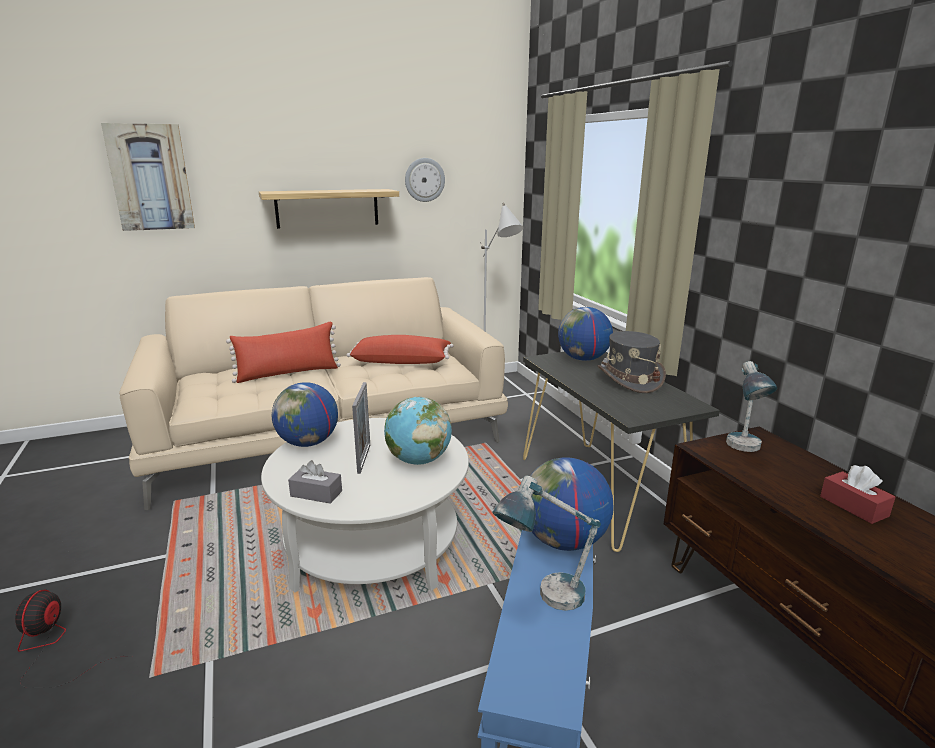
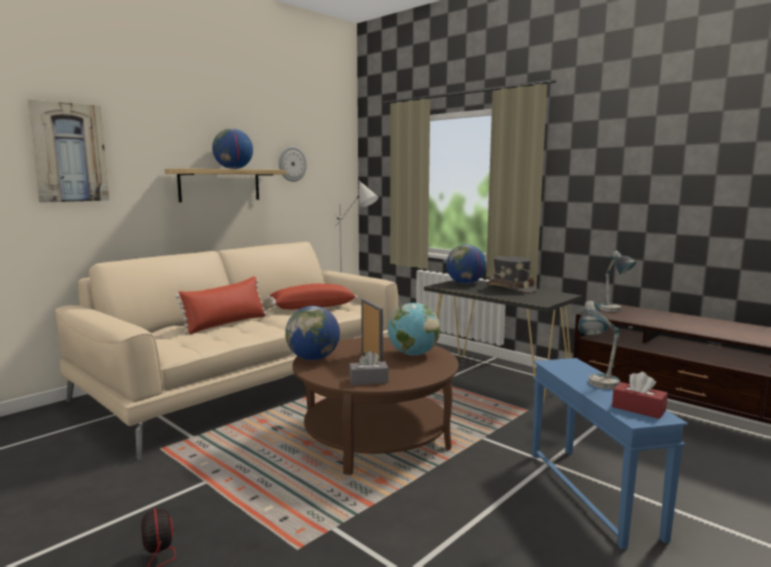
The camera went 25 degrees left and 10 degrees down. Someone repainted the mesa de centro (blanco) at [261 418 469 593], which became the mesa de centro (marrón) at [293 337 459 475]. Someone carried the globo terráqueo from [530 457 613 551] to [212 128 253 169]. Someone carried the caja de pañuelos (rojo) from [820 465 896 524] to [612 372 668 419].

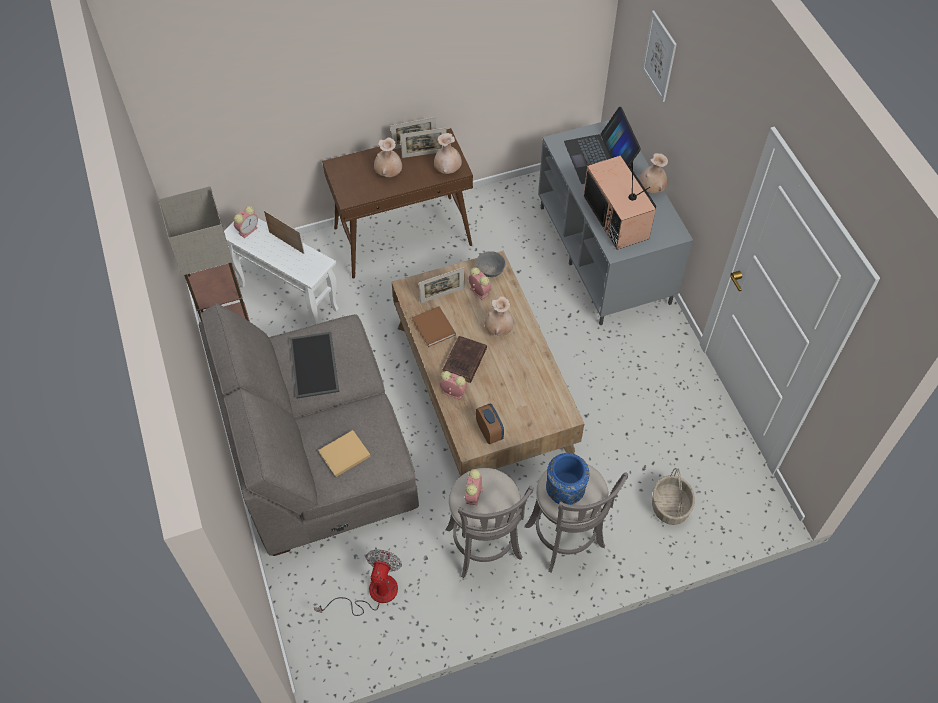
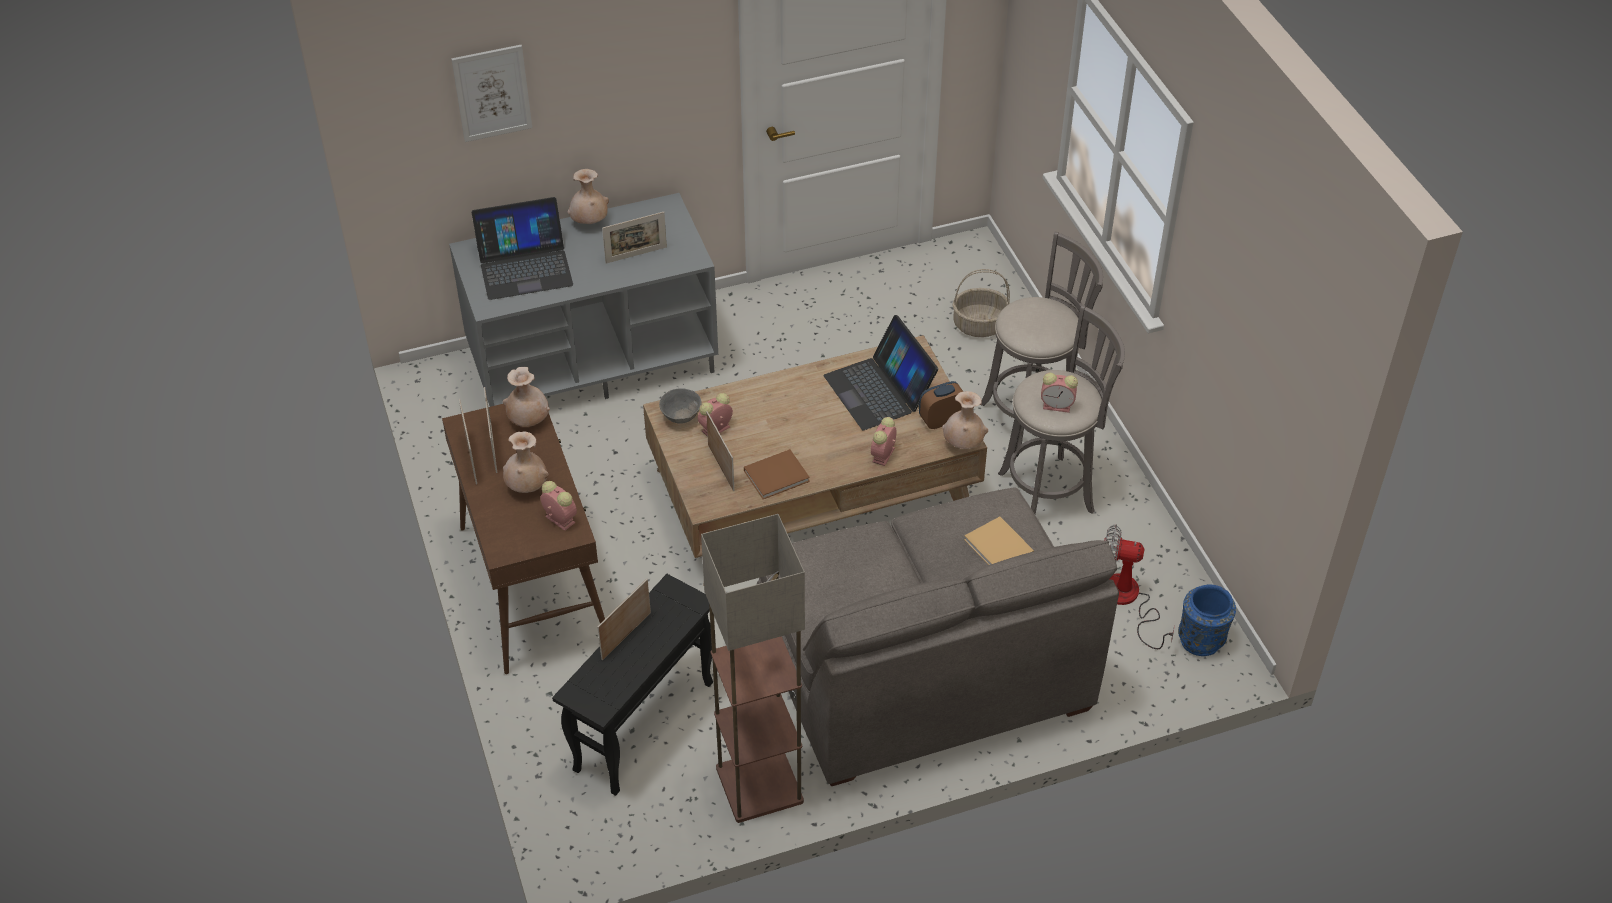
The camera went 90 degrees left and 10 degrees down. Someone swapped the televisor at [583 156 656 250] for the portarretratos at [602 212 667 264]. Someone carried the despertador from [234 206 258 238] to [540 481 577 531]. Someone repainted the mesa auxiliar (blanco) at [224 218 339 325], which became the mesa auxiliar (negro) at [552 574 713 796]. Someone carried the florero (beis) from [484 296 514 336] to [942 391 988 449]. Someone took away the bandeja at [290 332 339 399]. Someone took away the libro (marrón) at [442 336 487 383]. Someone carried the florero (azul) from [546 453 589 505] to [1178 585 1236 656]. Someone put down the portátil at [824 315 938 430].

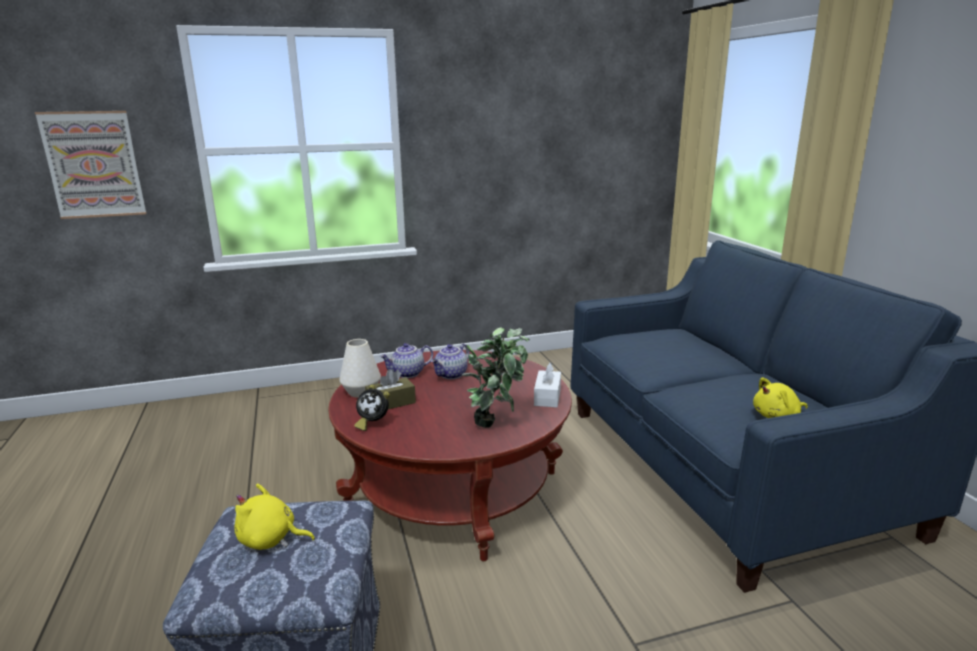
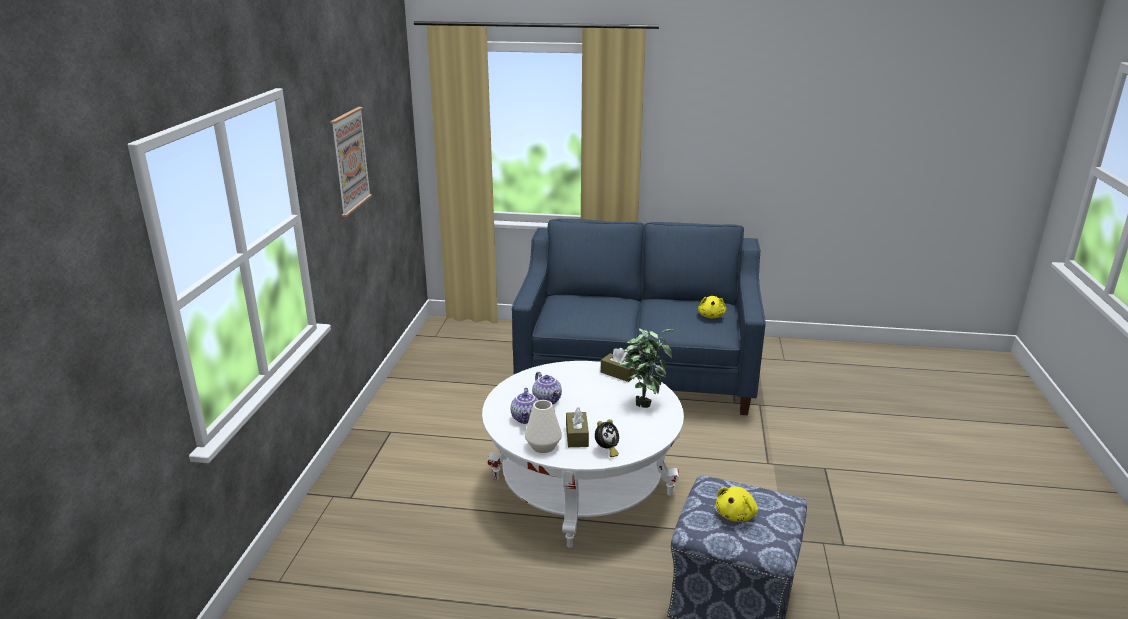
The camera went 65 degrees left and 5 degrees up. Someone carried the cuadro from [35 111 147 219] to [330 107 372 217]. Someone repainted the mesa de centro (rojo) at [328 350 572 561], which became the mesa de centro (blanco) at [482 361 684 548]. Someone repainted the caja de pañuelos (blanco) at [534 363 561 408], which became the caja de pañuelos (marrón) at [601 348 638 382].

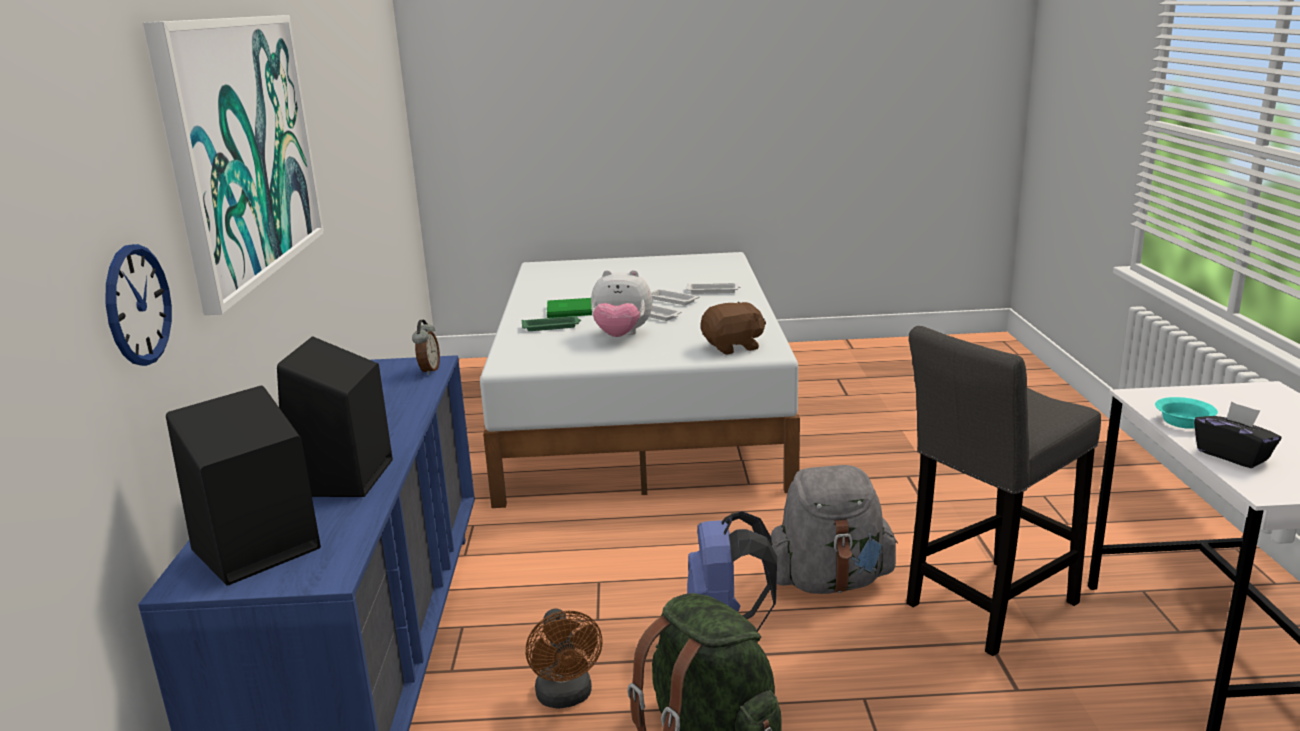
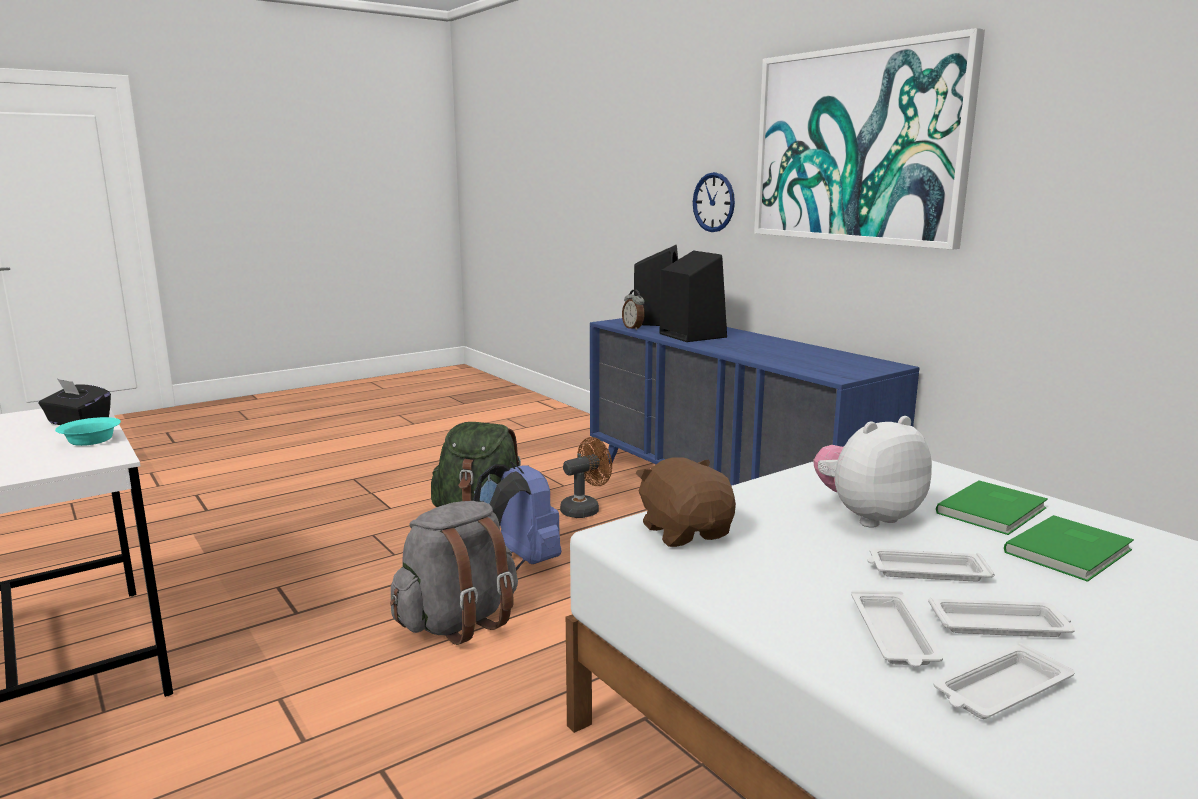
The camera went 145 degrees right and 5 degrees down. Someone rotated the peluche (marrón) at [701 301 766 355] by 120 degrees clockwise. Someone swapped the bandeja (verde) at [522 316 581 331] for the libro (verde) at [936 480 1048 535]. Someone carried the despertador from [412 320 440 375] to [622 290 645 330]. Someone took away the taburete (gris) at [906 326 1101 656]. Someone rotated the ventilador (marrón) at [526 608 603 709] by 105 degrees clockwise. Someone put down the bandeja (blanco) at [851 590 943 667].

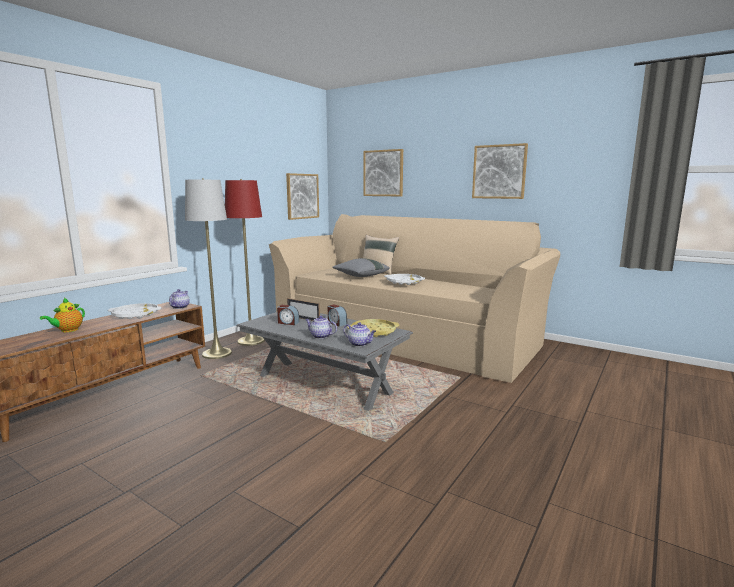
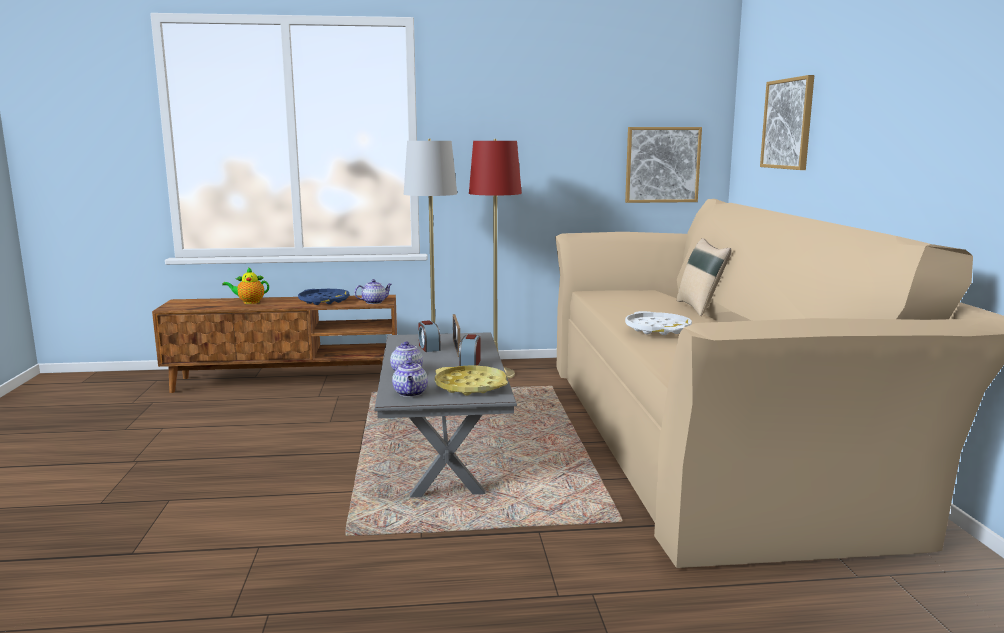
The camera went 50 degrees right and 0 degrees up. Someone took away the cuadro at [472 143 528 199]. Someone took away the cojín (gris) at [332 258 390 277]. Someone repainted the bandeja (blanco) at [108 303 162 319], which became the bandeja (azul) at [298 289 349 305].

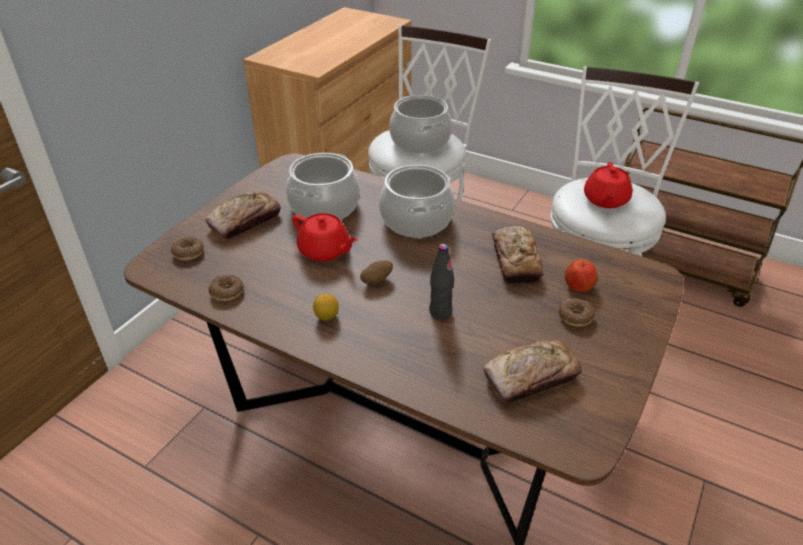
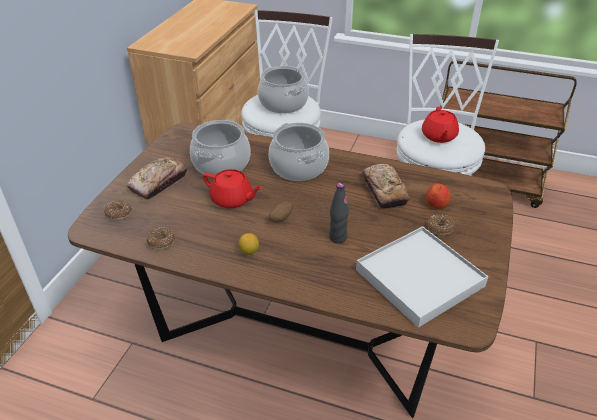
The camera went 10 degrees left and 0 degrees up. Someone swapped the pan at [483 340 582 403] for the bandeja (blanco) at [356 226 488 328].

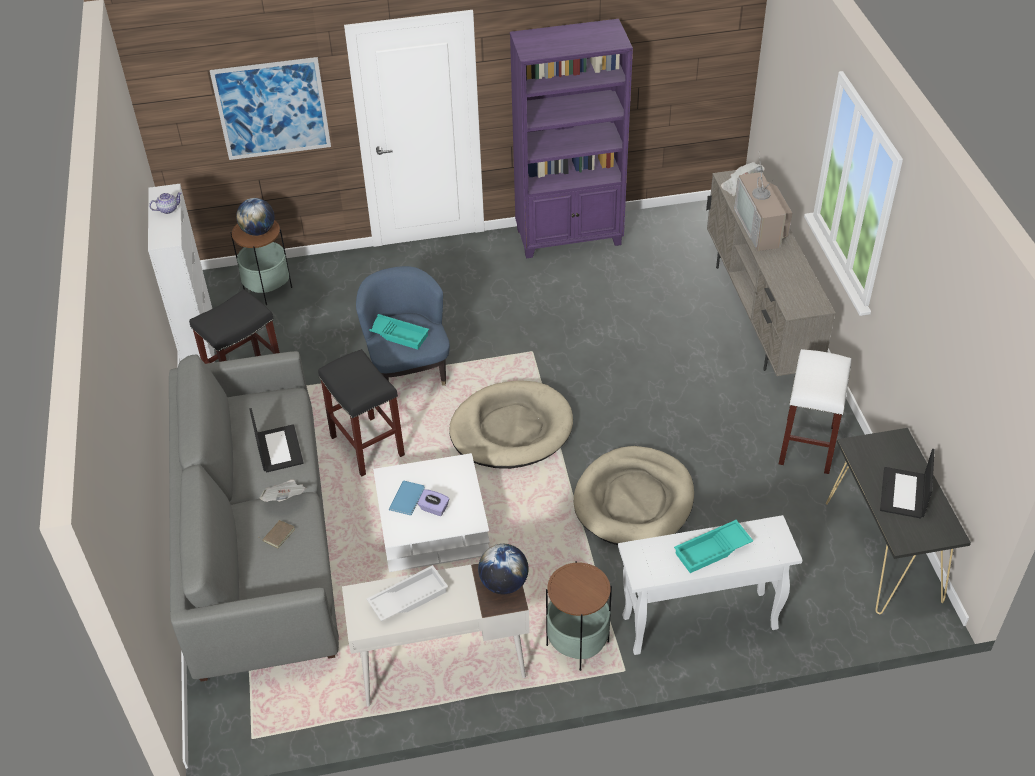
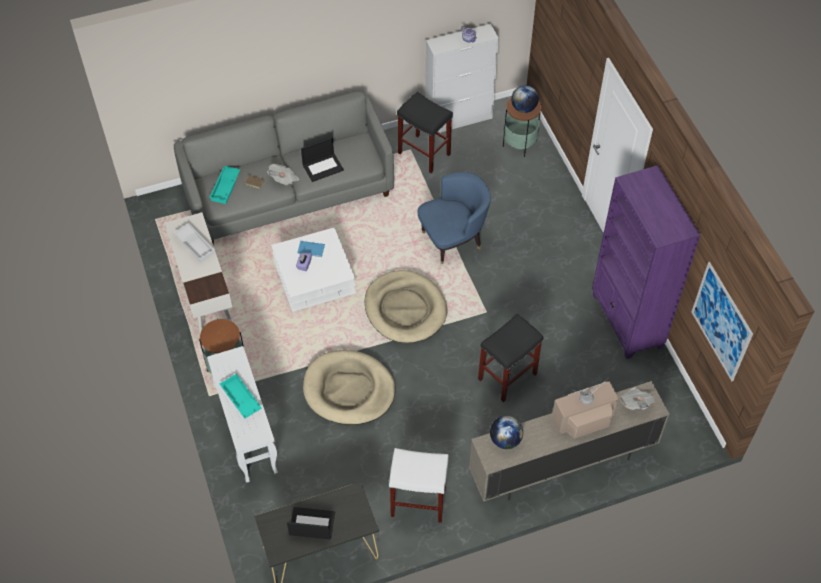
The camera went 80 degrees right and 10 degrees up. Someone carried the cuadro from [210 57 331 160] to [692 262 753 381]. Someone carried the bandeja (turquesa) from [369 314 429 350] to [209 166 241 204]. Someone carried the taburete (negro) from [318 349 405 476] to [478 314 543 402]. Someone carried the globo terráqueo from [478 544 529 594] to [490 416 523 449].

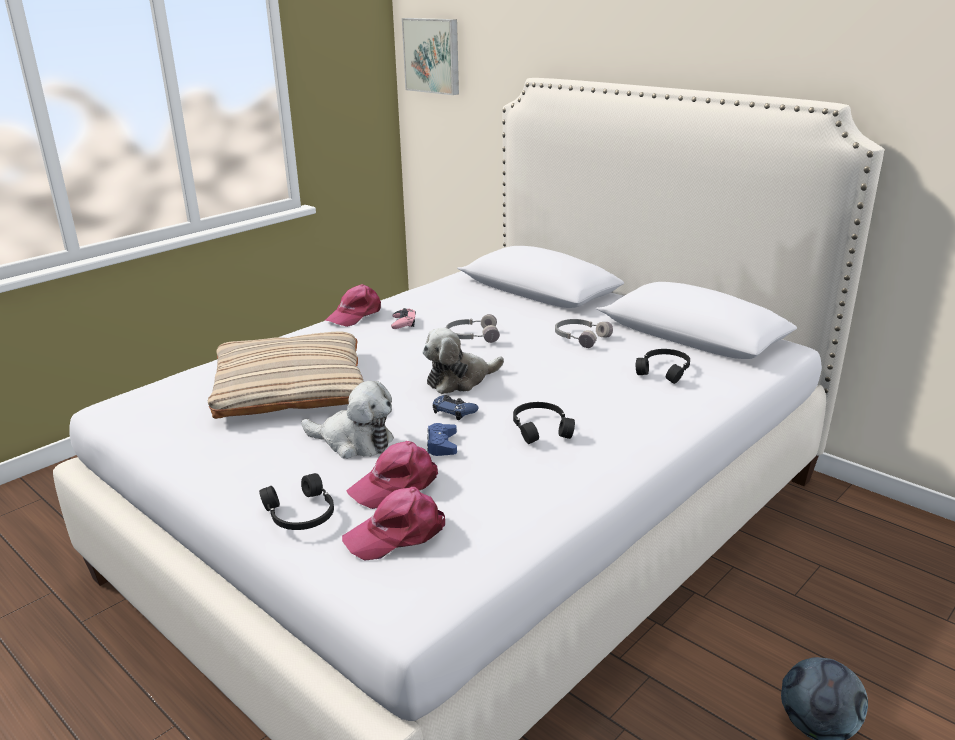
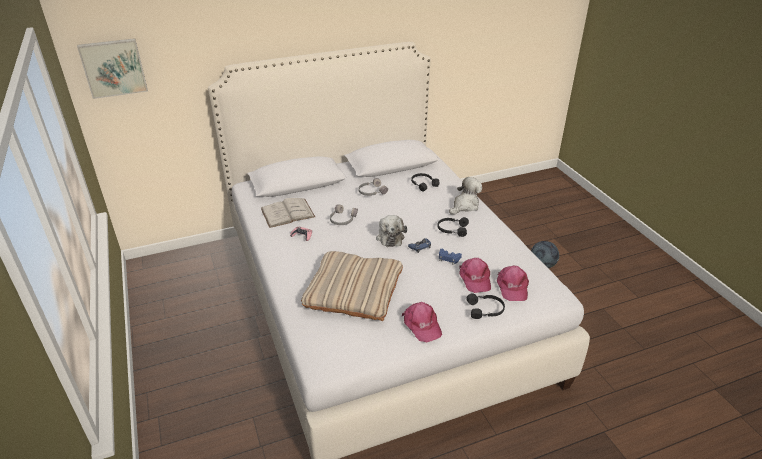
The camera went 65 degrees left and 10 degrees up. Someone carried the gorra (rosa) from [325 284 381 327] to [402 302 442 342]. Someone carried the peluche from [301 381 394 459] to [449 177 482 215]. Someone put down the libro (blanco) at [261 198 315 228].

